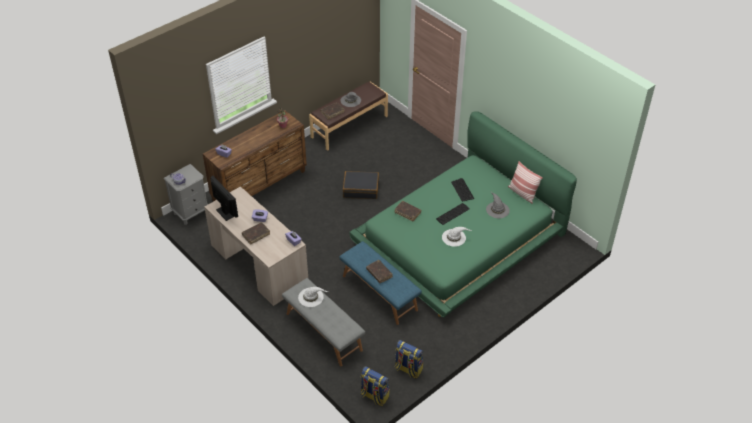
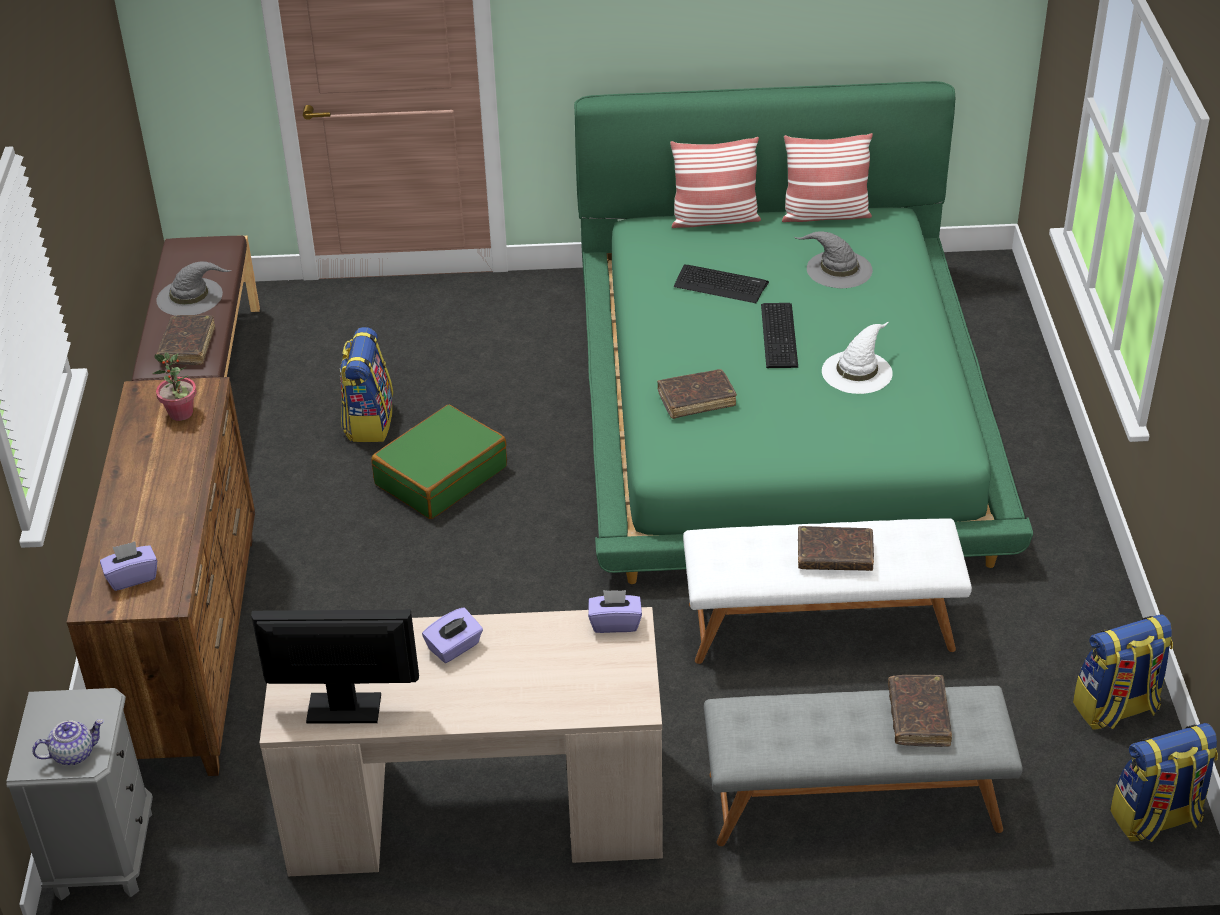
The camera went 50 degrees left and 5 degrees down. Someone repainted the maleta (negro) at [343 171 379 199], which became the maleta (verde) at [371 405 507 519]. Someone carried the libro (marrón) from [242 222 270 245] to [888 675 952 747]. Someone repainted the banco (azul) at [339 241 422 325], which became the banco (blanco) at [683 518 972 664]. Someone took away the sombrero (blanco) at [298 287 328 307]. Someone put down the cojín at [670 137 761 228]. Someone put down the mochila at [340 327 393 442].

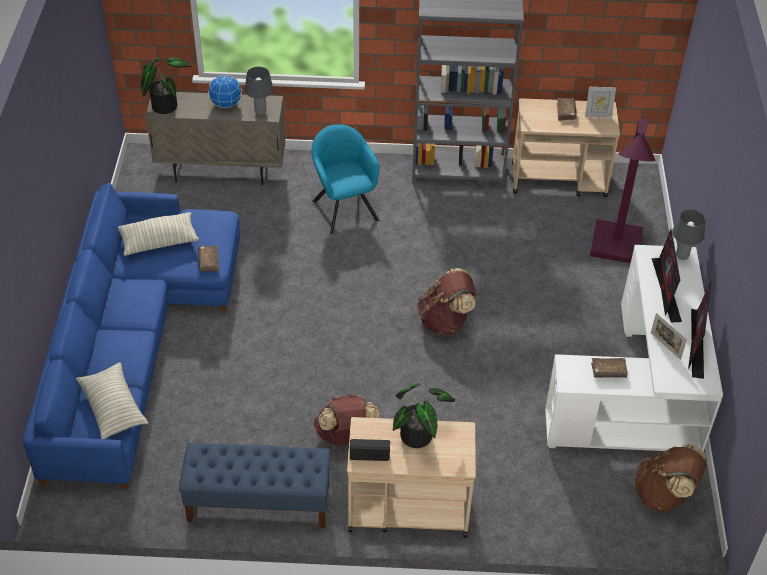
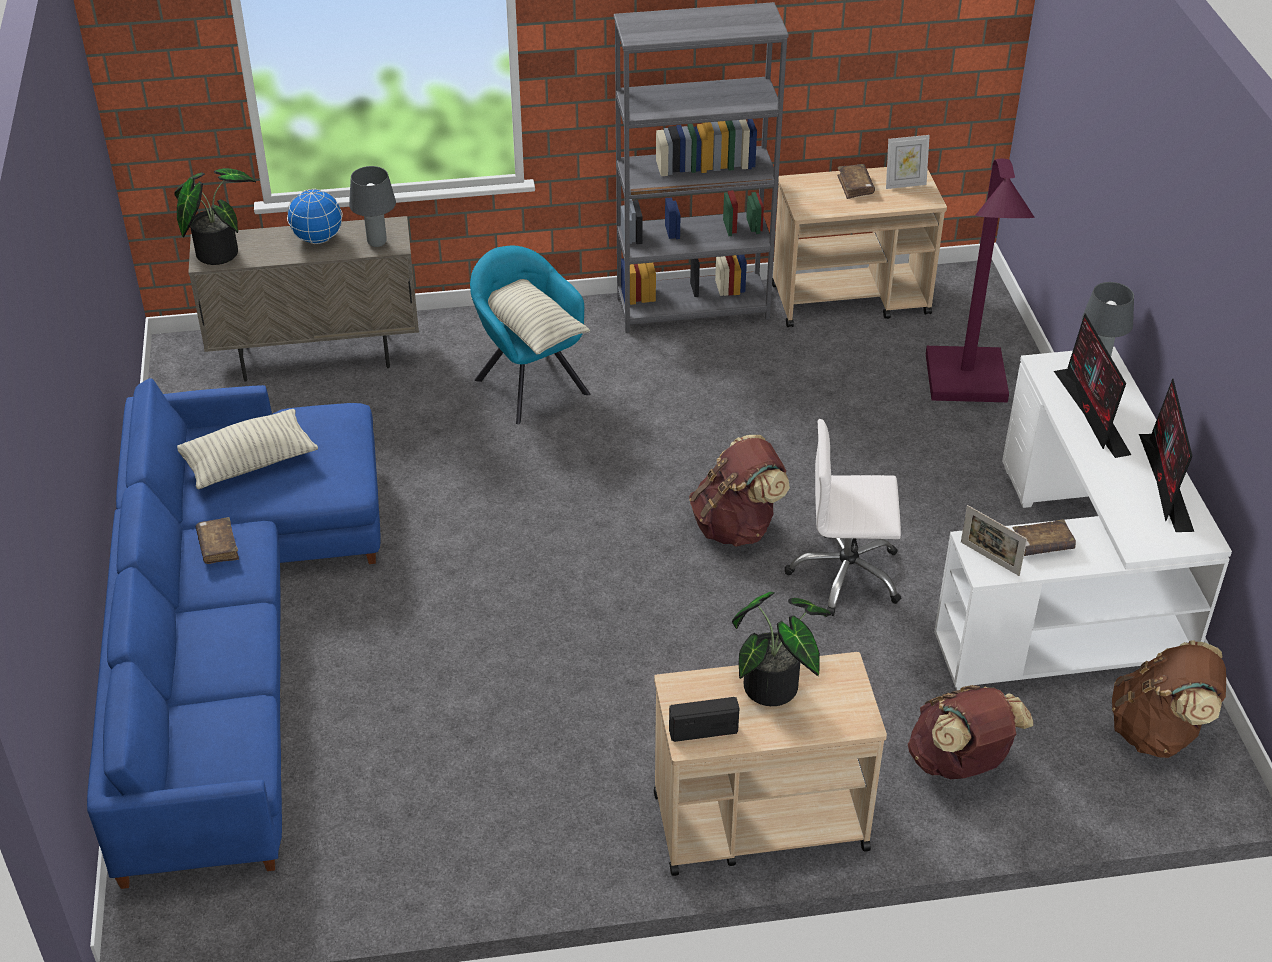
The camera went 10 degrees left and 5 degrees down. Someone carried the libro (marrón) from [198 246 219 272] to [196 517 239 564]. Someone carried the portarretratos from [651 313 687 360] to [961 505 1027 576]. Someone carried the cojín from [76 362 148 439] to [471 279 590 354]. Someone carried the mochila (marrón) from [314 394 380 446] to [908 685 1033 779]. Someone took away the banco (azul) at [179 443 331 529]. Someone put down the silla de oficina (blanco) at [785 419 901 616].

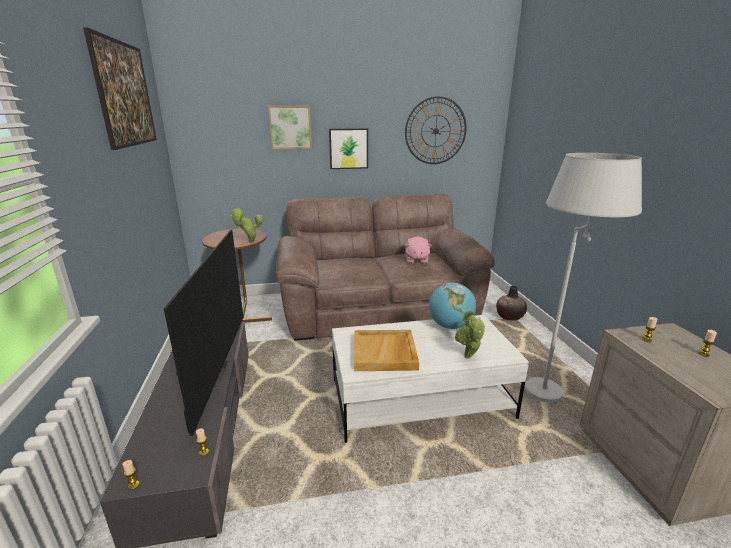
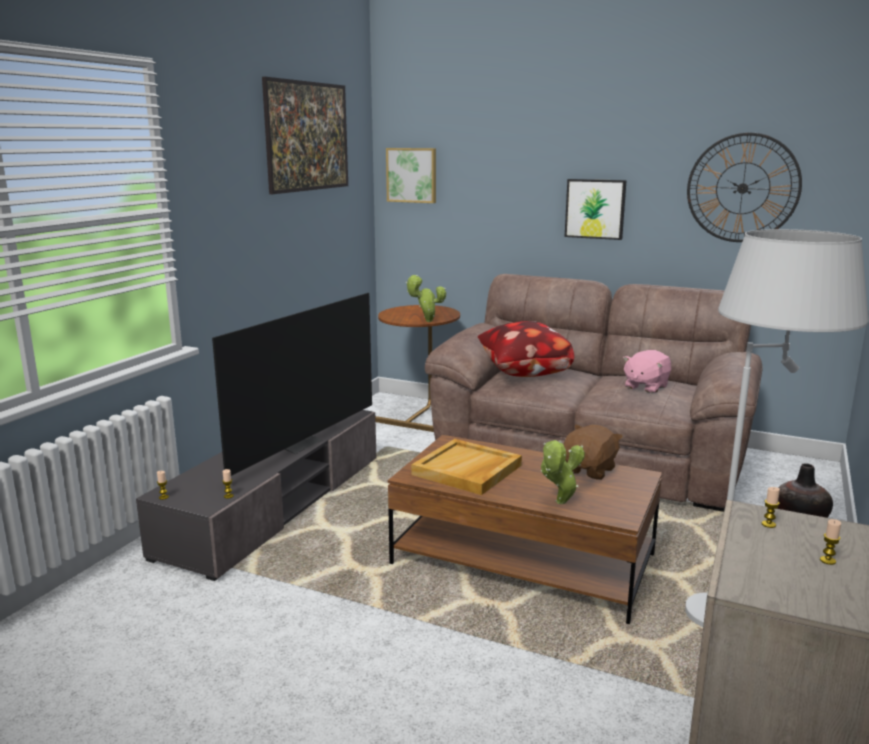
The camera went 35 degrees right and 5 degrees down. Someone carried the cuadro from [268 106 312 149] to [386 148 436 203]. Someone swapped the globo terráqueo at [429 282 476 329] for the peluche (marrón) at [563 424 623 480]. Someone repainted the mesa de centro (blanco) at [332 315 529 443], which became the mesa de centro (marrón) at [388 435 662 624]. Someone put down the cojín at [478 321 574 377].

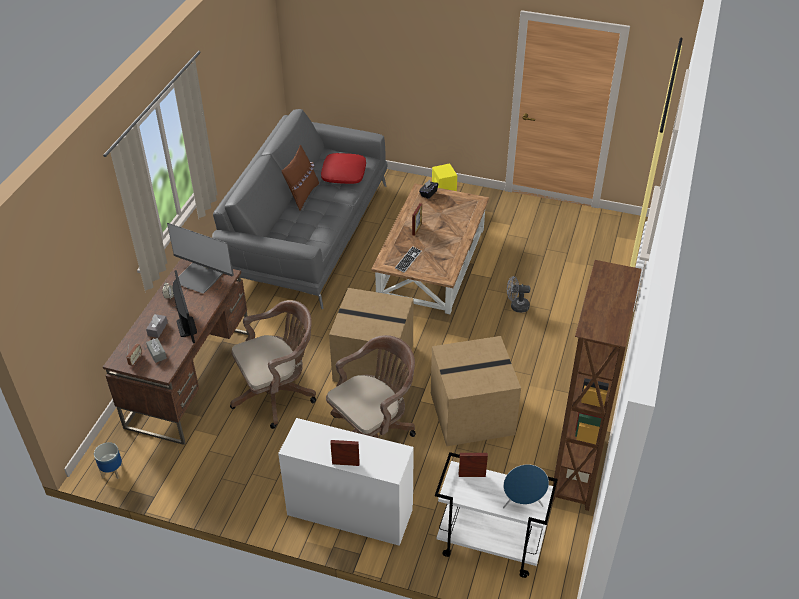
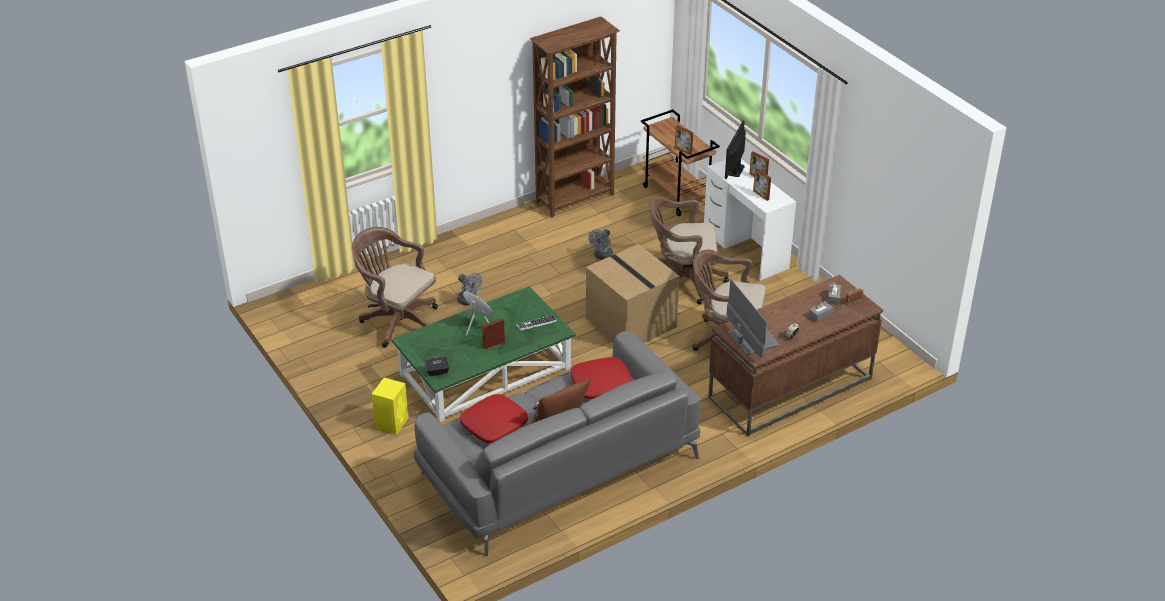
The camera went 140 degrees left and 5 degrees down. Someone repainted the mesa de centro (marrón) at [371 183 489 314], which became the mesa de centro (verde) at [392 286 576 423]. Someone carried the monitor from [172 270 197 343] to [725 121 746 179]. Someone swapped the caja de cartón at [431 336 521 446] for the ventilador (gris) at [588 229 613 260]. Someone took away the maceta at [94 442 123 479]. Someone repainted the carrito (blanco) at [435 452 558 578], which became the carrito (marrón) at [641 109 720 216]. Someone carried the altavoz (azul) from [503 464 549 509] to [464 291 493 336]. Someone put down the portarretratos at [753 168 771 201]. Someone put down the silla de oficina (marrón) at [352 227 438 348]. Someone put down the cojín (rojo) at [571 357 633 399].

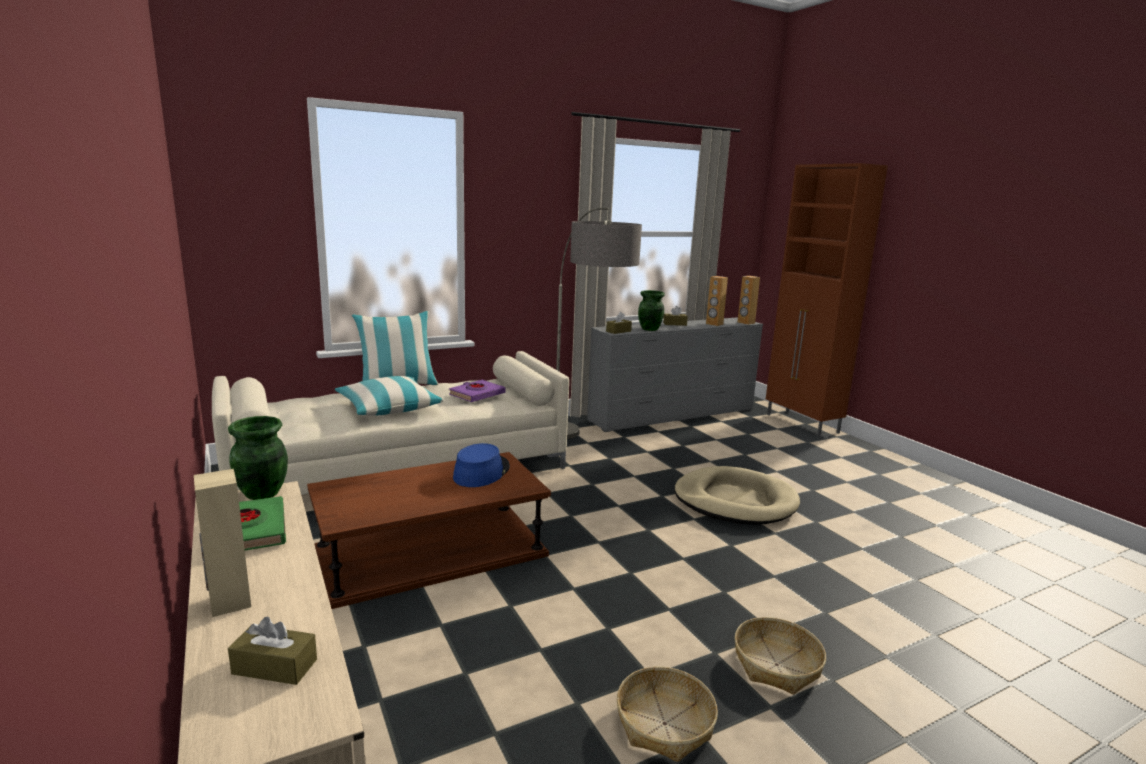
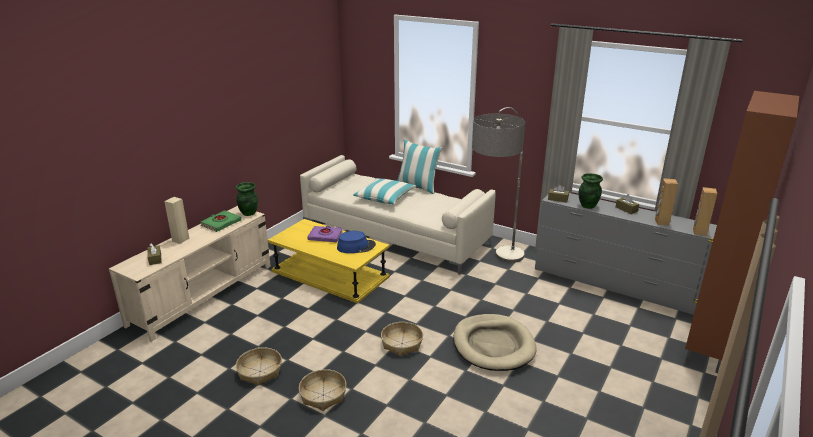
The camera went 60 degrees right and 10 degrees up. Someone carried the libro (morado) from [449 380 505 402] to [307 226 343 242]. Someone repainted the mesa de centro (marrón) at [307 452 551 609], which became the mesa de centro (amarillo) at [268 219 390 304]. Someone put down the cesta at [381 322 423 356].

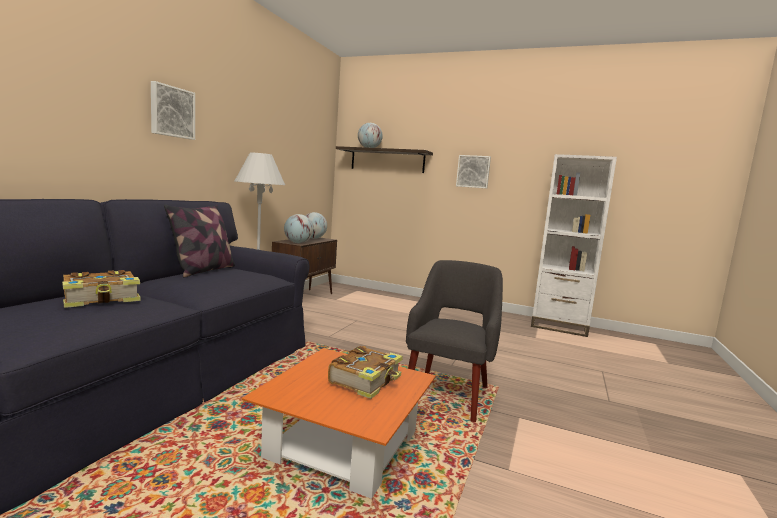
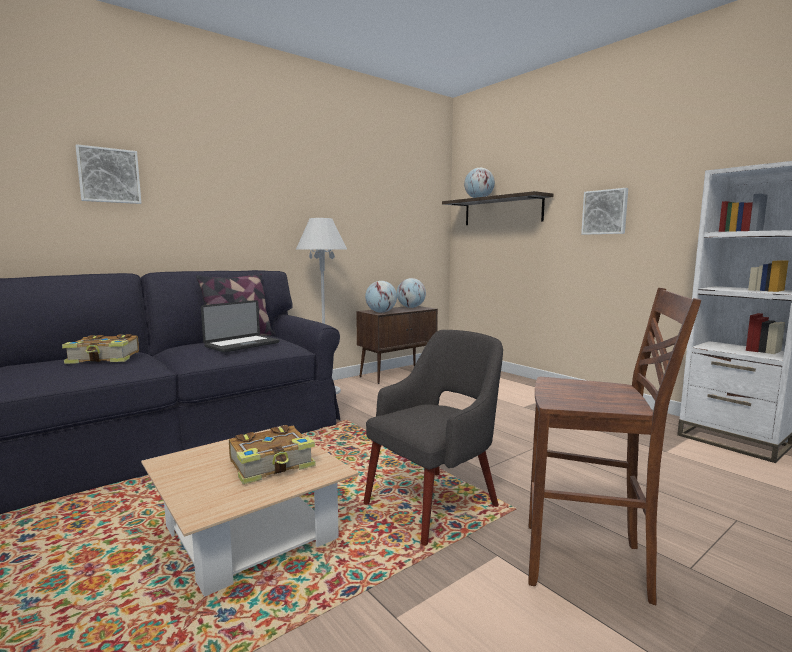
The camera went 30 degrees right and 0 degrees up. Someone carried the cuadro from [151 81 195 140] to [76 144 141 204]. Someone repainted the mesa de centro (naranja) at [241 348 436 499], which became the mesa de centro (beis) at [141 425 359 597]. Someone put down the taburete (marrón) at [528 288 701 605]. Someone put down the portátil at [201 300 280 352].

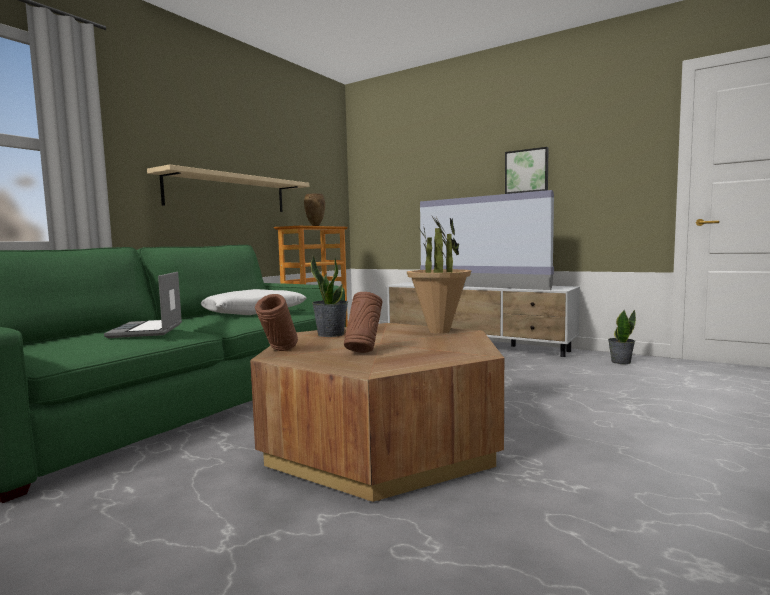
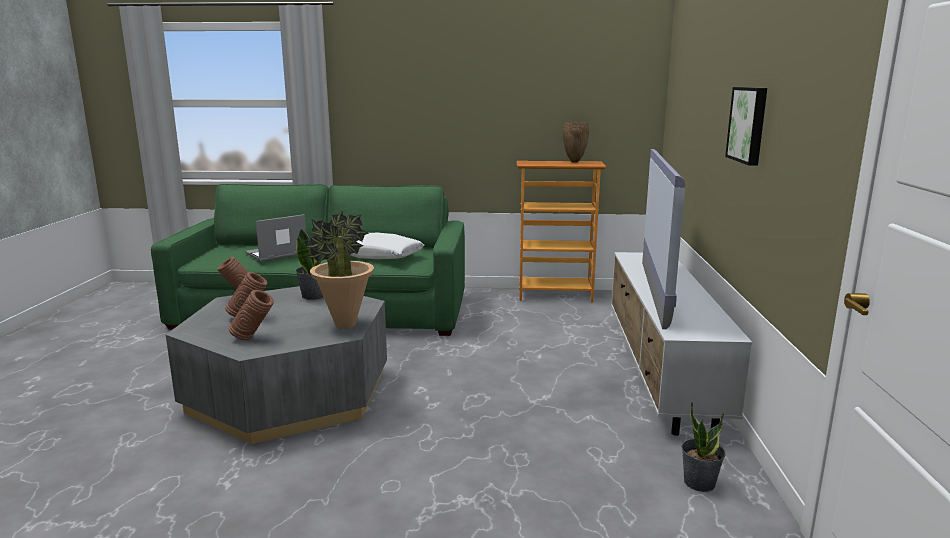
The camera went 60 degrees right and 10 degrees up. Someone took away the estante (beis) at [147 165 309 212]. Someone repainted the mesa de centro (marrón) at [250 323 504 502], which became the mesa de centro (gris) at [166 286 387 444]. Someone put down the florero (marrón) at [229 290 274 340].

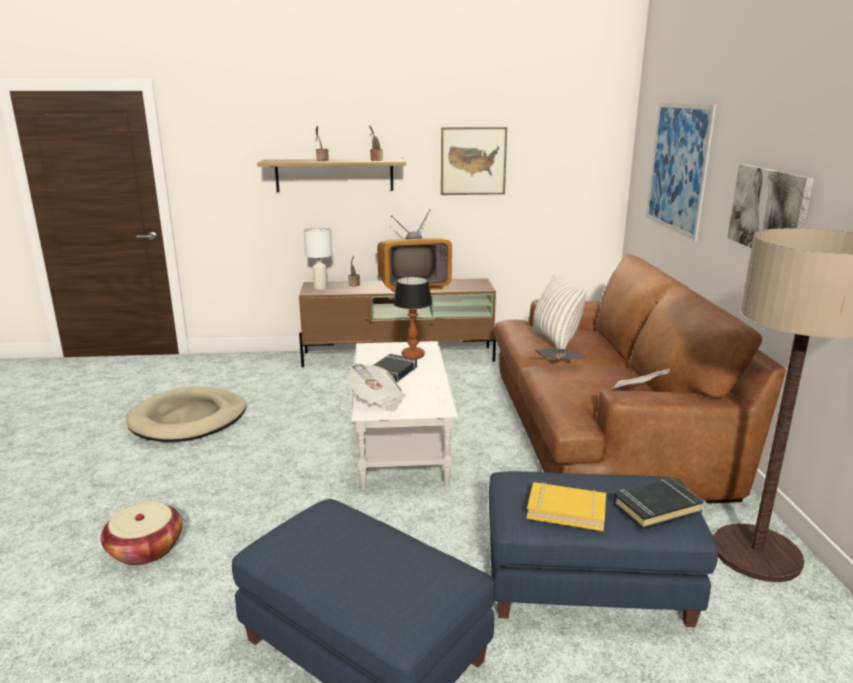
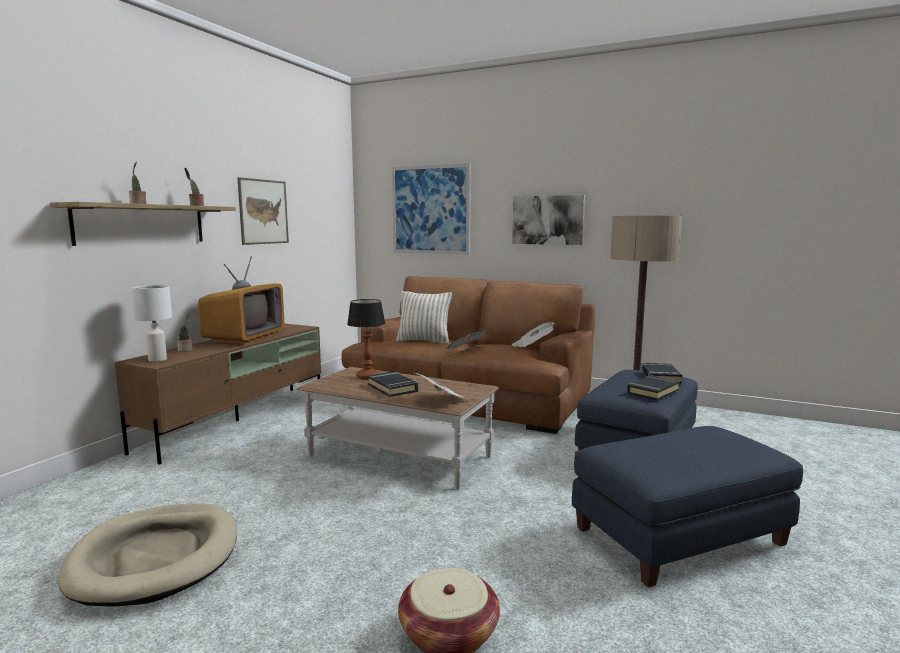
The camera went 60 degrees left and 10 degrees down. Someone repainted the mesa de centro (blanco) at [351 341 458 490], which became the mesa de centro (marrón) at [297 367 499 489]. Someone repainted the libro (amarillo) at [527 482 606 531], which became the libro (negro) at [627 375 680 401].

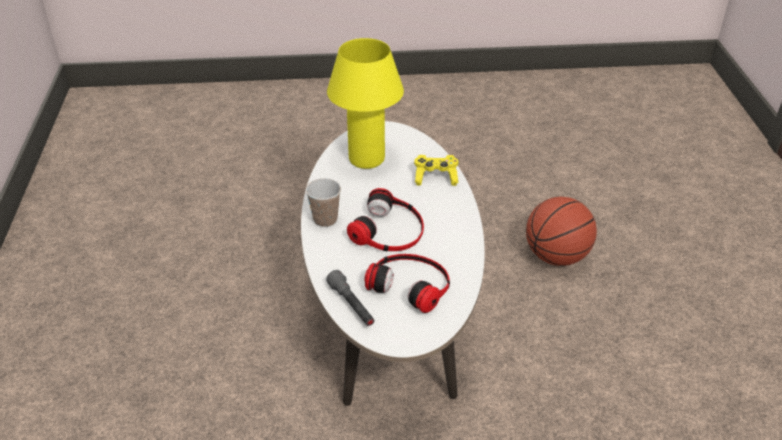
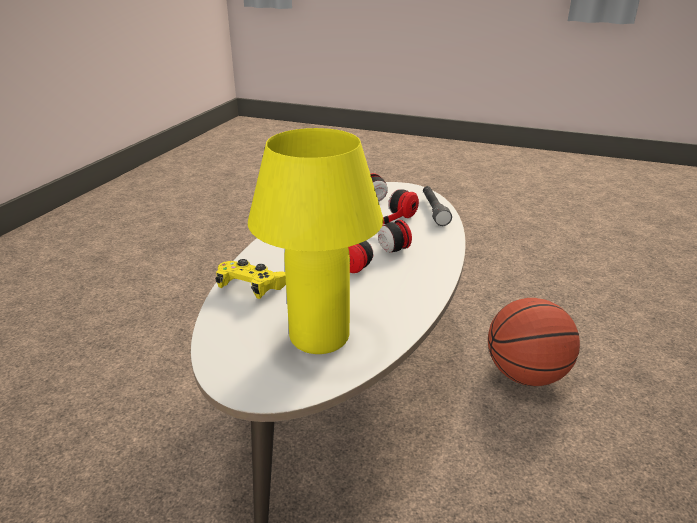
The camera went 155 degrees left and 10 degrees down. Someone took away the taza at [306 178 341 227]. Someone carried the balón de baloncesto from [526 197 597 266] to [488 298 580 386].

